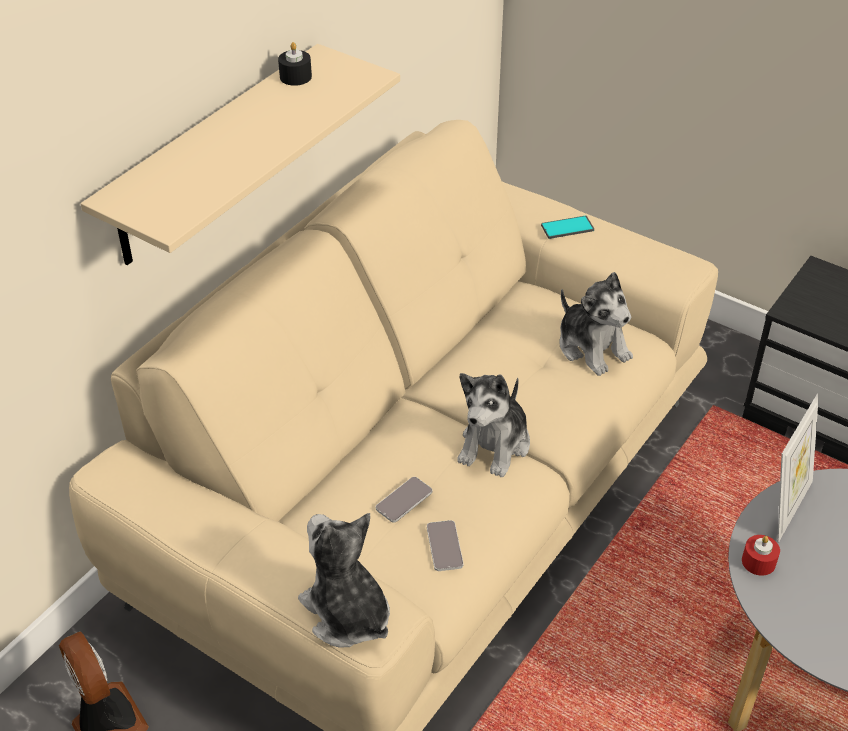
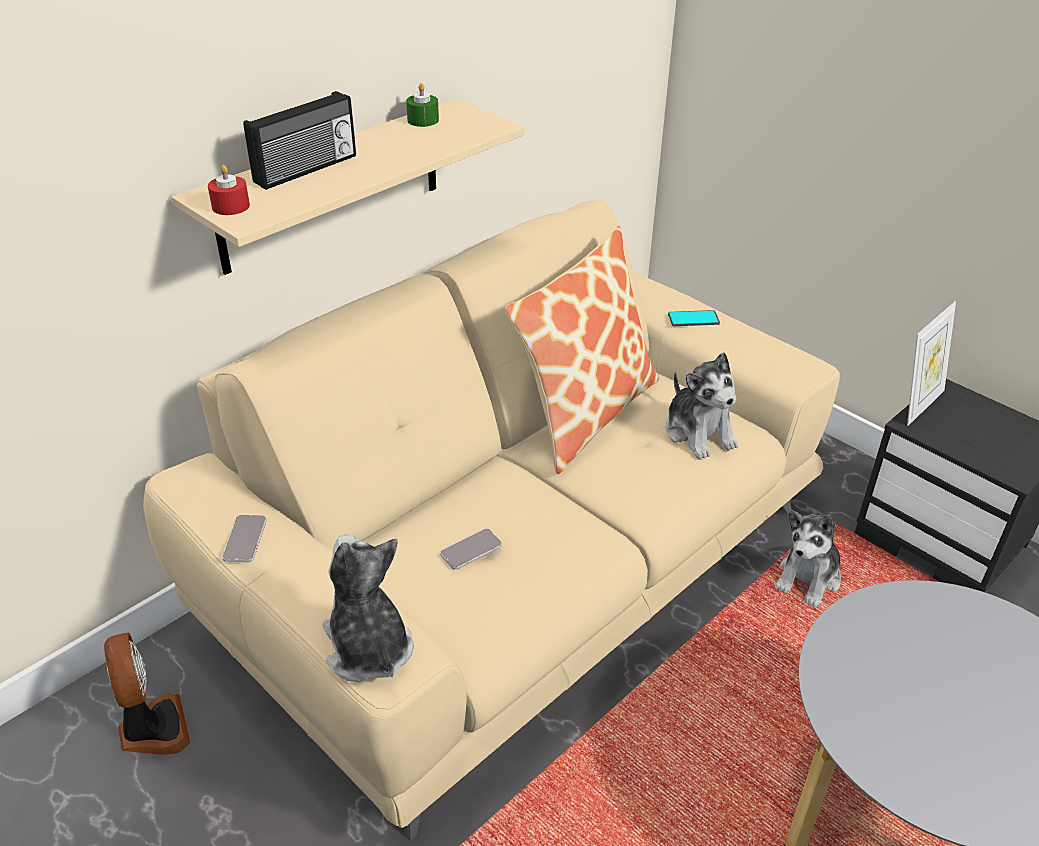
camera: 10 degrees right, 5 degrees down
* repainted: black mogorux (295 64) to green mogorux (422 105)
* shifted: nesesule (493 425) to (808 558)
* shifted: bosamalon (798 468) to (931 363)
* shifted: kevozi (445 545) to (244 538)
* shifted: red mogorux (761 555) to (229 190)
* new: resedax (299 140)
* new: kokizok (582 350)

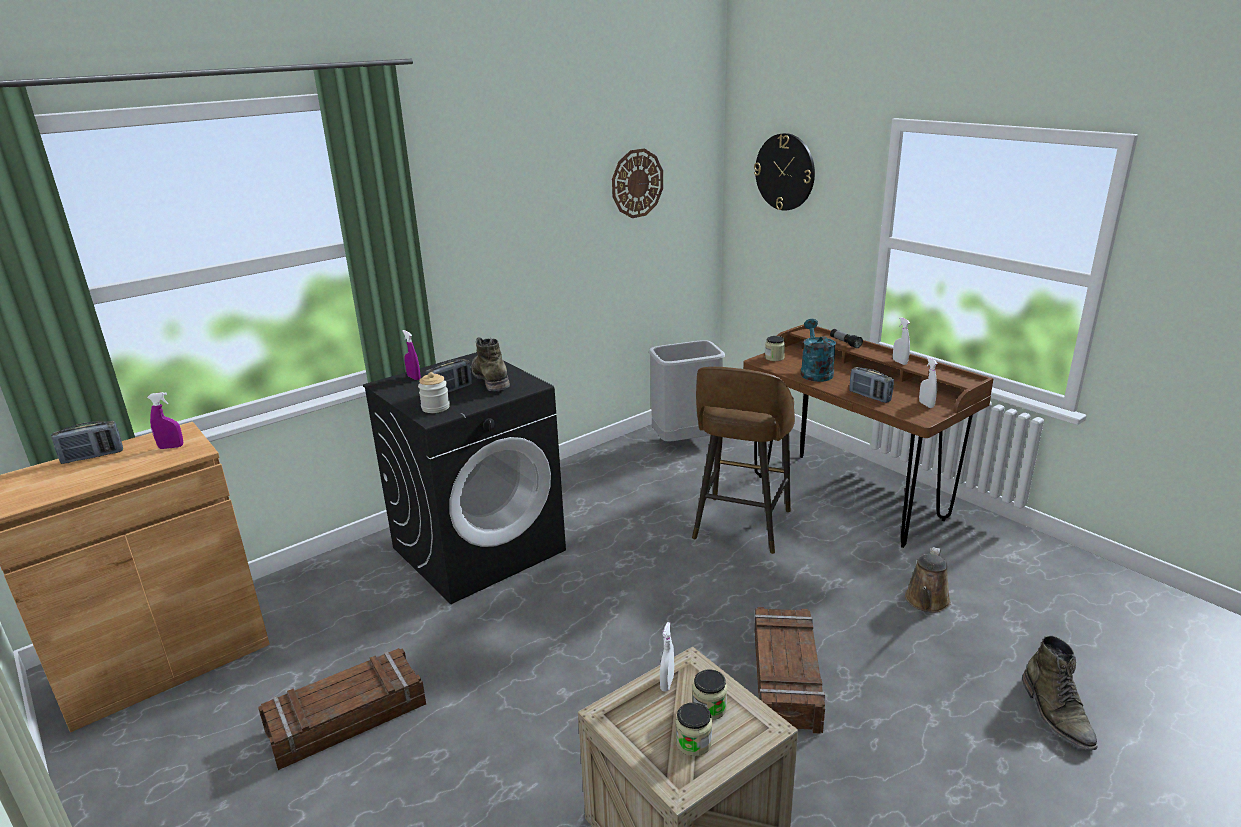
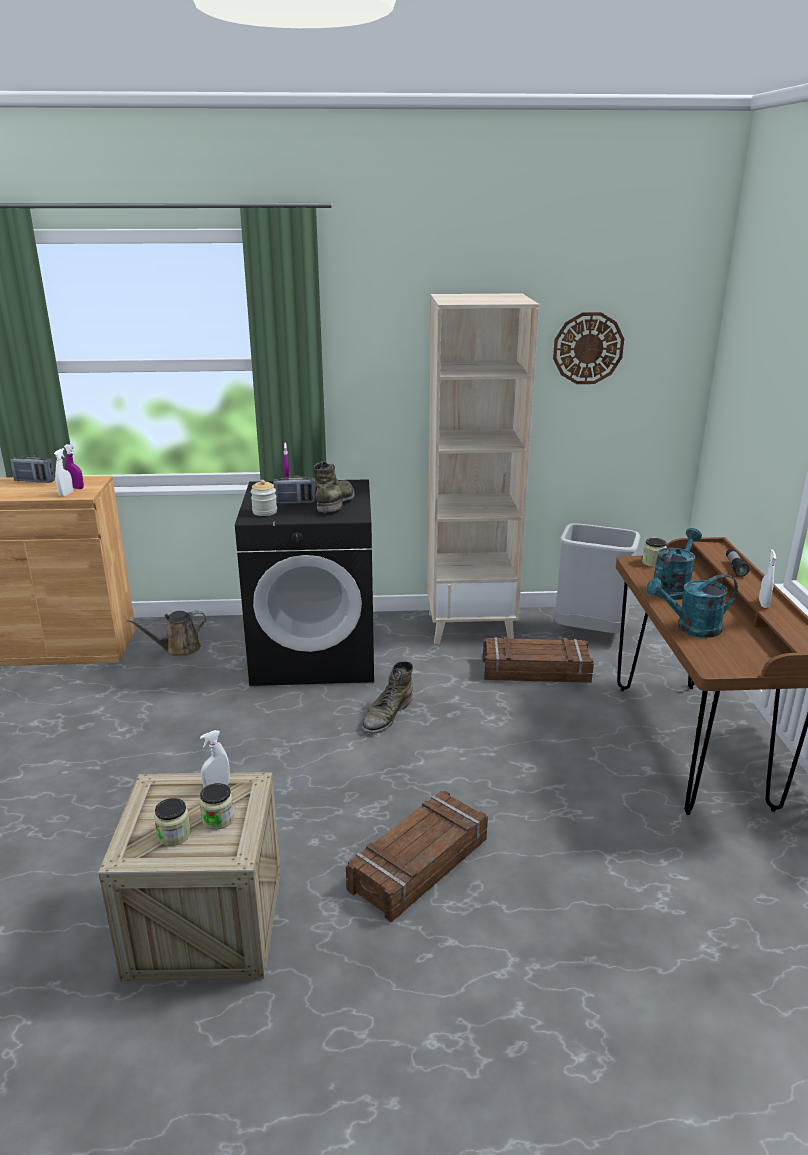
camera: 35 degrees right, 0 degrees up
* gone: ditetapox (784 172)
* shifted: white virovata (928 382) to (63 472)
* gone: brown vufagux (743 460)
* swapped: resedax (871 385) to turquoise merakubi (692 606)
* shifted: brown merakubi (928 579) to (166 633)
* shifted: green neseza (1060 692) to (387 697)
* shifted: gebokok (342 709) to (538 660)
* new: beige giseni (483 468)

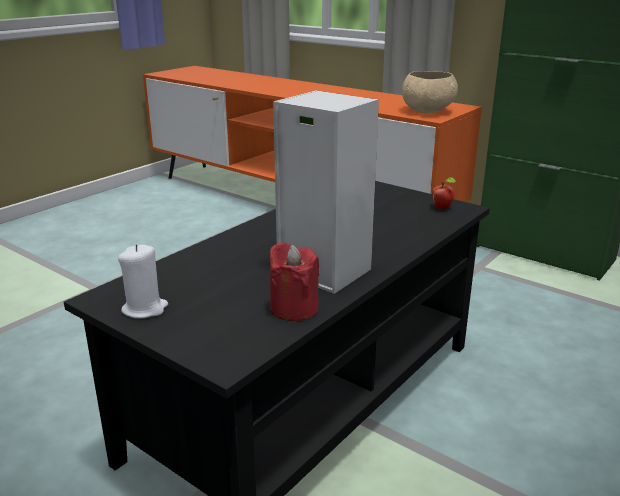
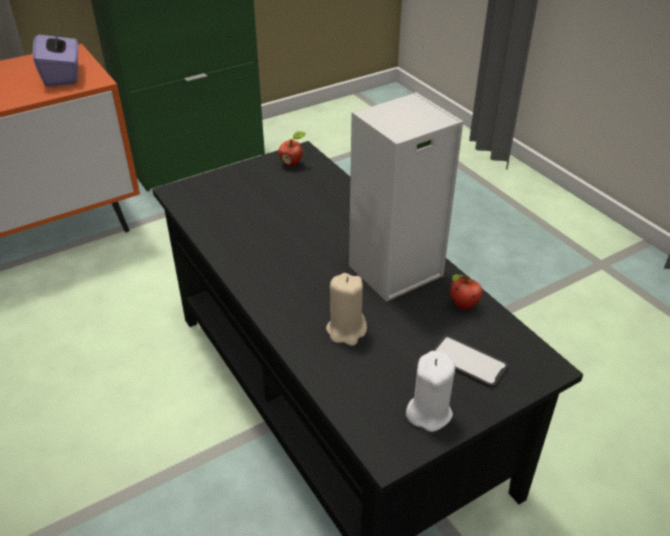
camera: 70 degrees left, 15 degrees up
* swapped: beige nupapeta (430 92) to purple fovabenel (55 56)
* swapped: red mogorux (294 281) to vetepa (466 292)
* new: beige mogorux (346 309)
* new: kevozi (470 361)

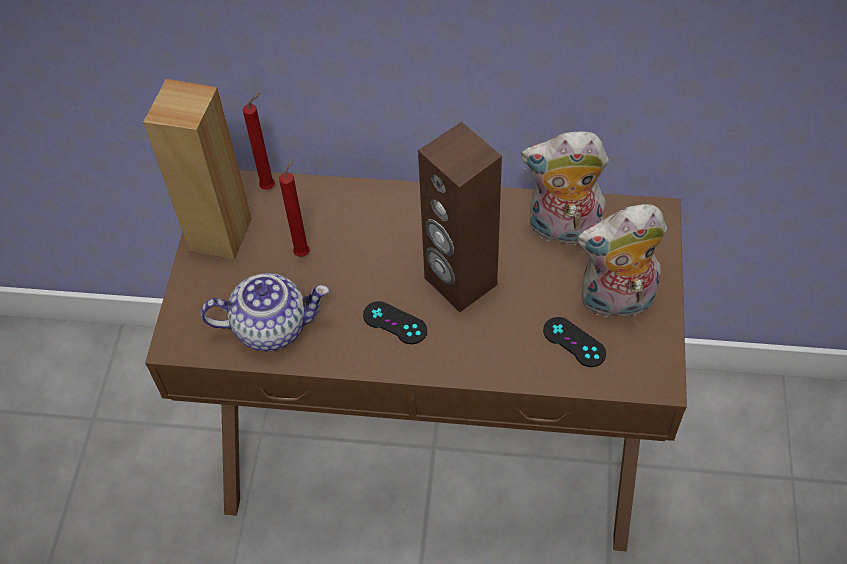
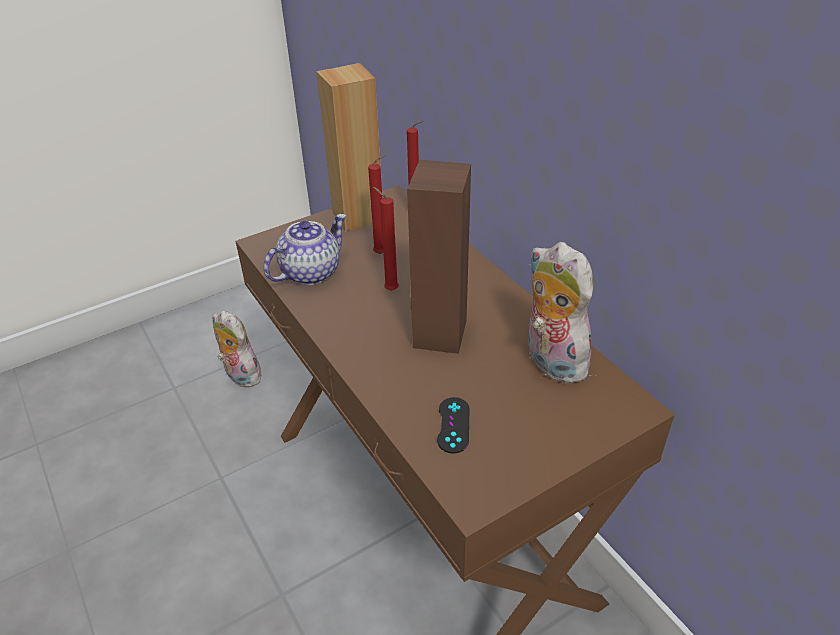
camera: 50 degrees right, 15 degrees down
* shifted: nesesule (622 262) to (237 349)
* rotated: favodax (264 312) = (304 249) 90 degrees counterclockwise
* gone: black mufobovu (395 322)
* new: red mogorux (386 239)

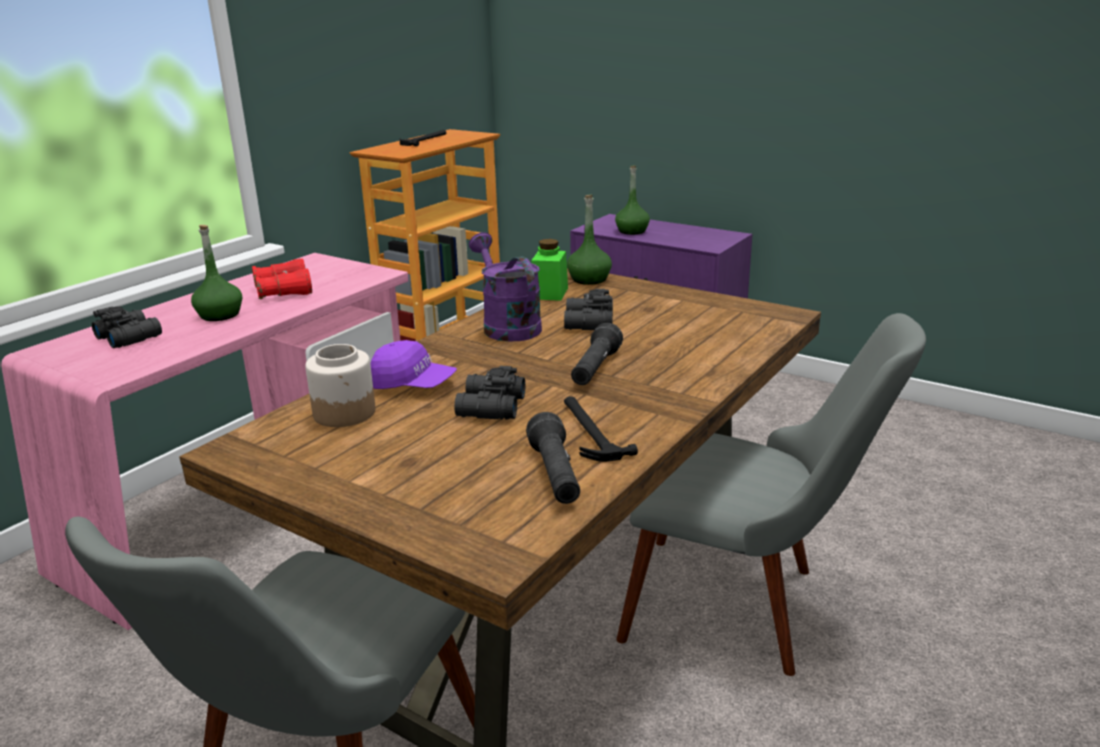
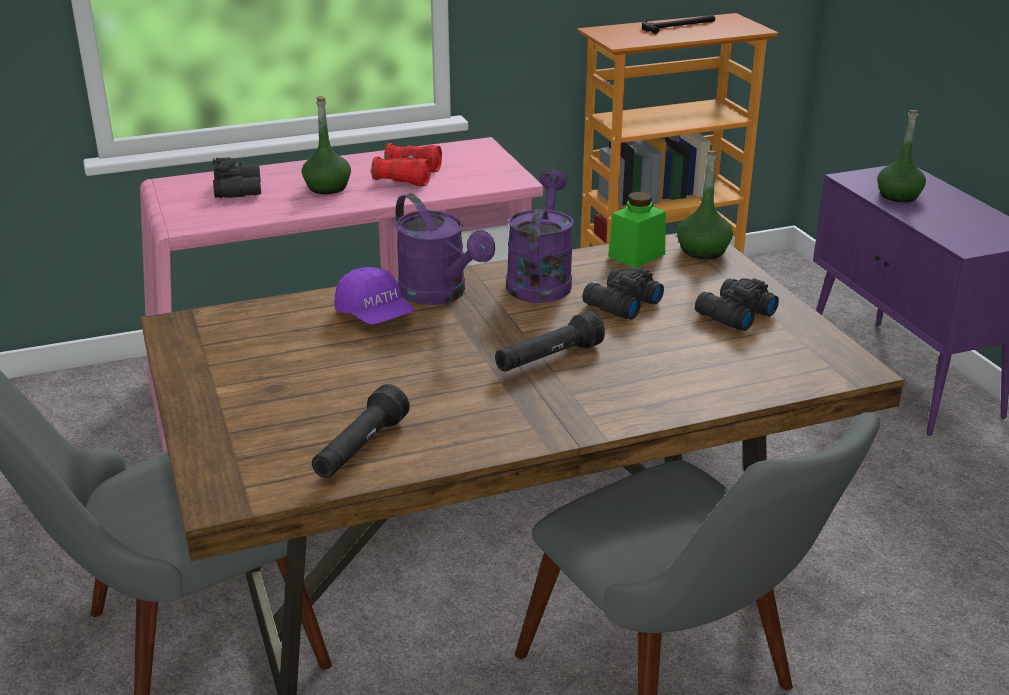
camera: 35 degrees right, 5 degrees up
* gone: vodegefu (340 385)
* shifted: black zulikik (489 393) to (737 304)
* gone: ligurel (601 429)
* new: purple merakubi (445 249)

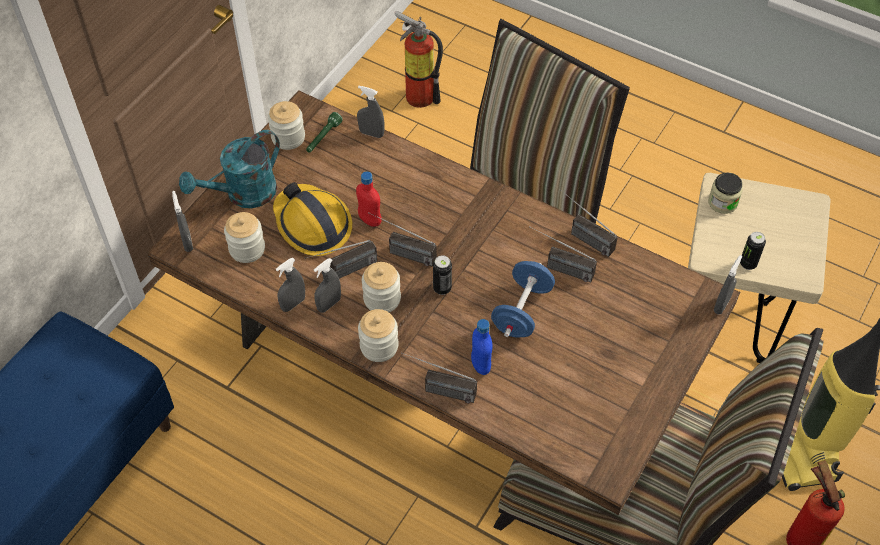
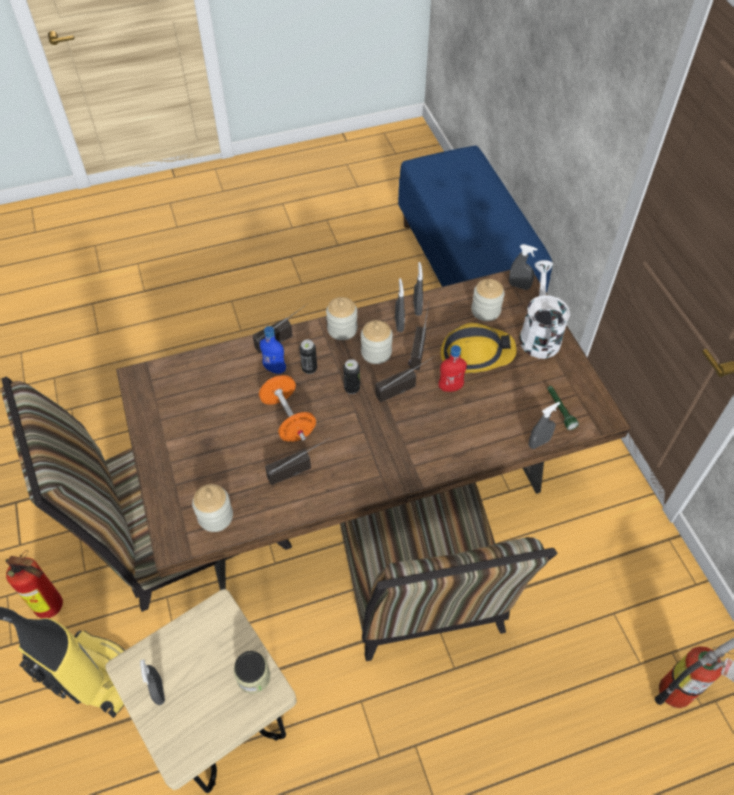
camera: 130 degrees right, 0 degrees up
* shifted: vodegefu (286 125) to (212 508)
* repainted: turquoise merakubi (229 169) to white merakubi (544 309)
* gone: resedax (589 223)
* shifted: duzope (753 251) to (308 357)
* shifted: grey virovata (728 284) to (152 682)
* repainted: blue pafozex (523 299) to orange pafozex (287 408)

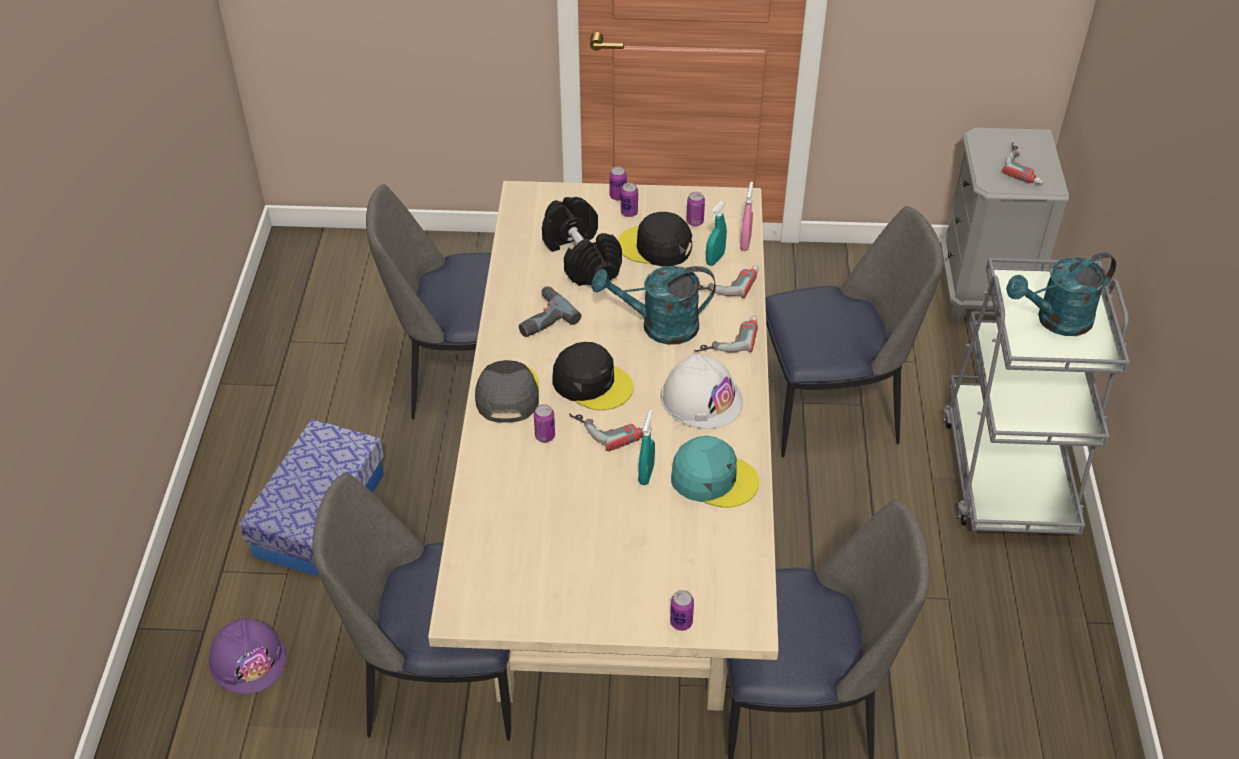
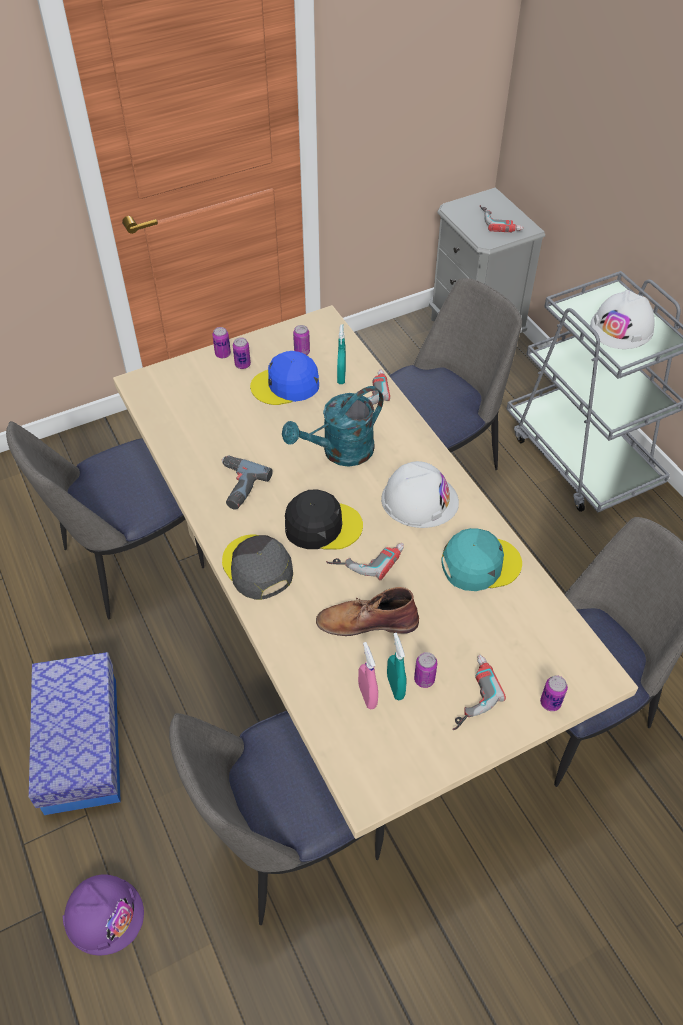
camera: 30 degrees left, 5 degrees up
* shifted: pink virovata (746 216) to (368 675)
* gone: black pafozex (582 241)
* repainted: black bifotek (655 239) to blue bifotek (284 378)
* swapped: turquoise merakubi (1061 294) to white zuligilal (622 319)
* shifted: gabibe (726 333) to (479 692)
* shifted: duzope (544 423) to (425 670)
* shifted: turquoise virovata (646 447) to (397 666)
* new: brown neseza (367 611)

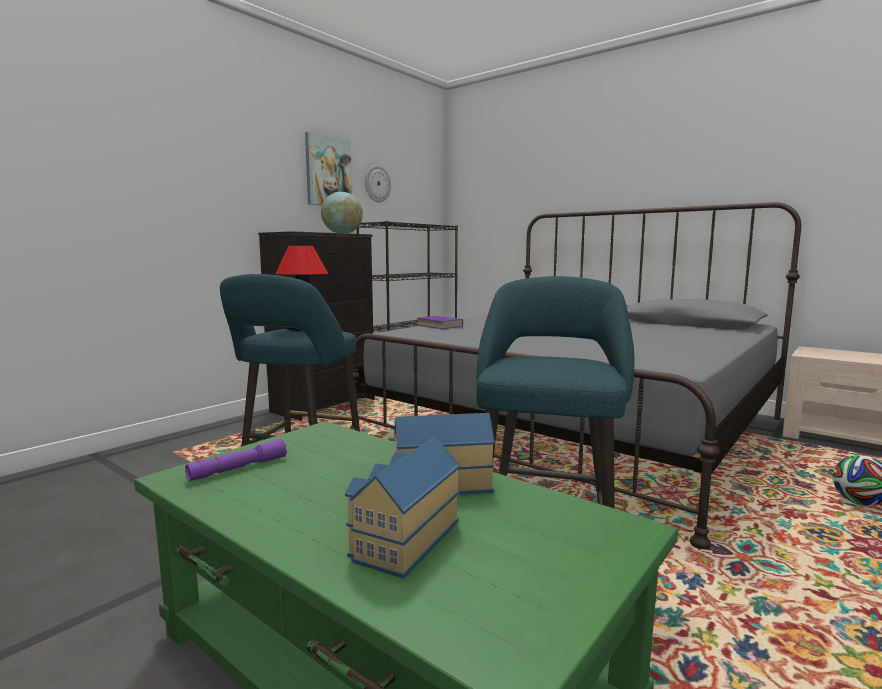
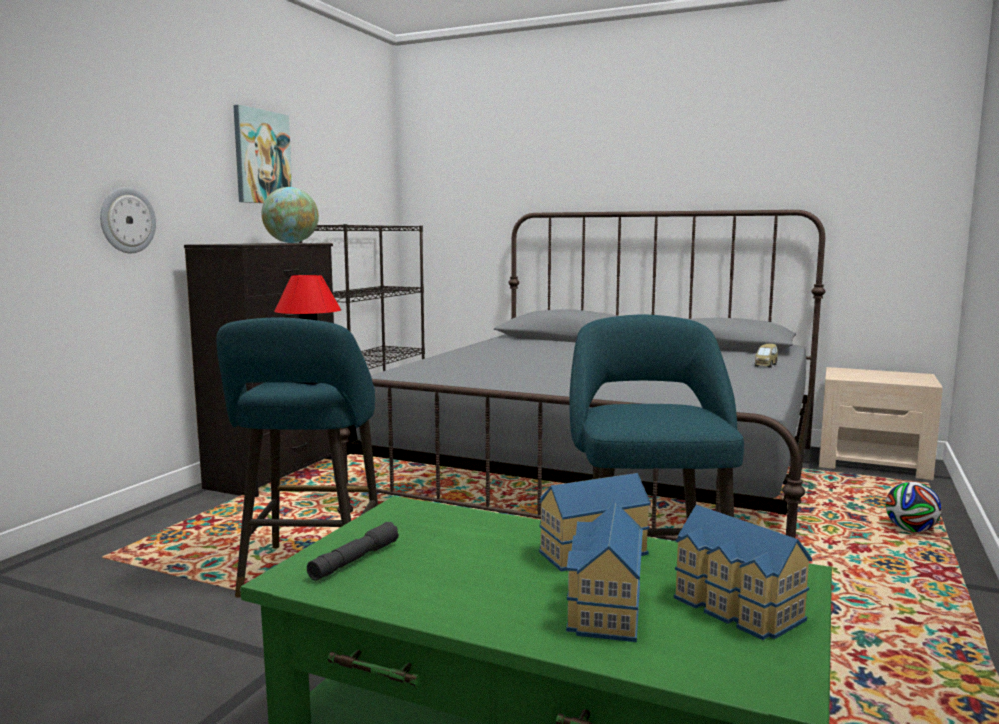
camera: 15 degrees left, 0 degrees up
* shifted: ditetapox (378 183) to (128 220)
* gone: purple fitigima (440 322)
* repainted: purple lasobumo (236 460) to grey lasobumo (353 551)
* new: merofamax (766 356)
* new: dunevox (743 572)

